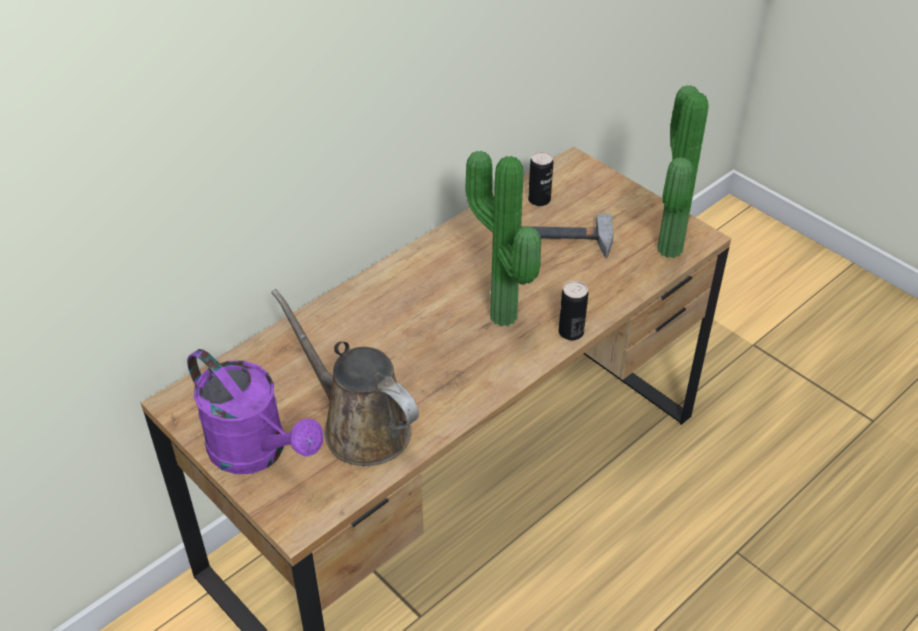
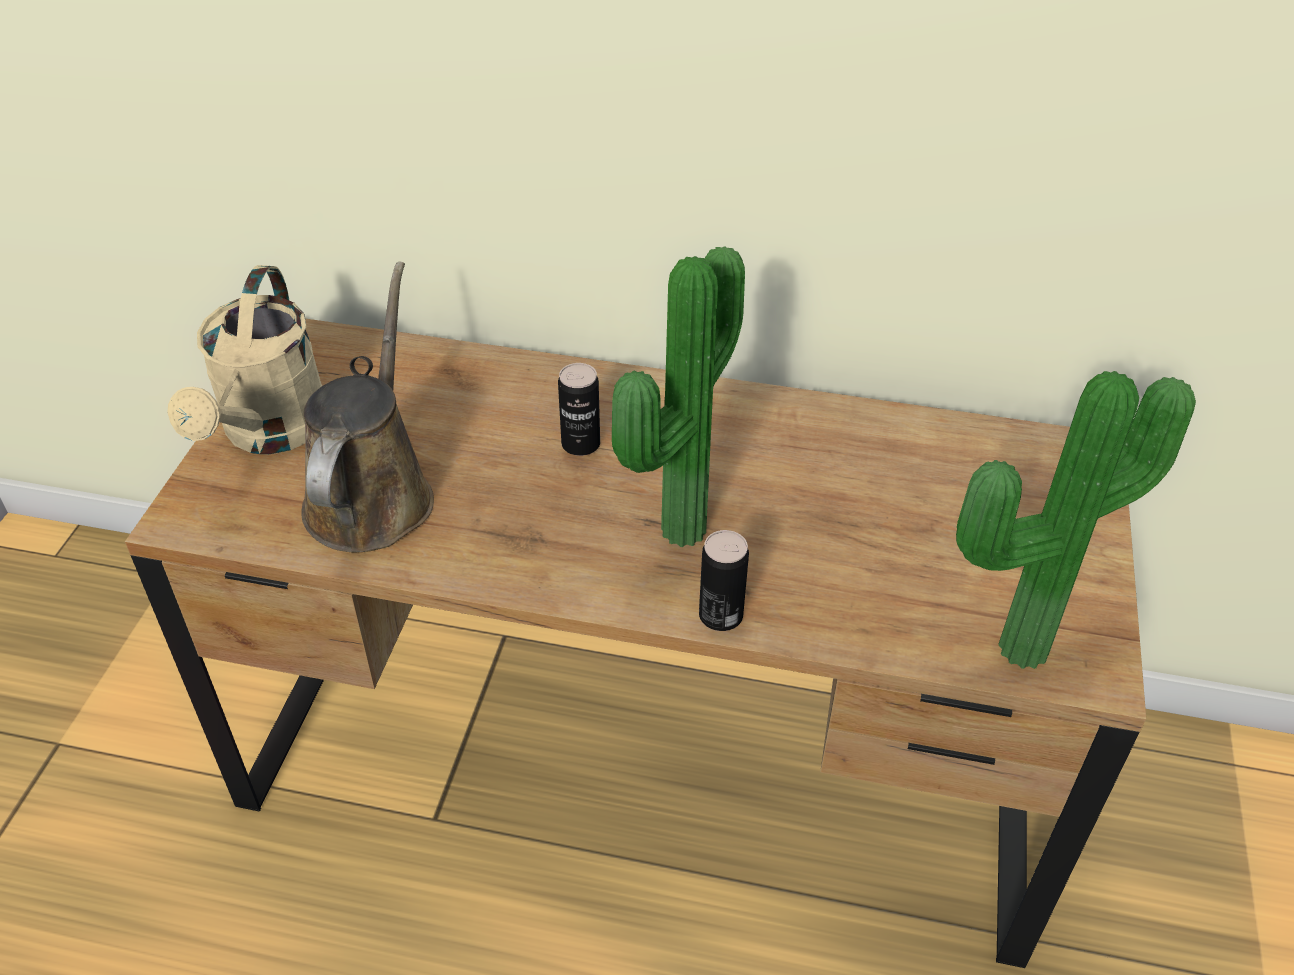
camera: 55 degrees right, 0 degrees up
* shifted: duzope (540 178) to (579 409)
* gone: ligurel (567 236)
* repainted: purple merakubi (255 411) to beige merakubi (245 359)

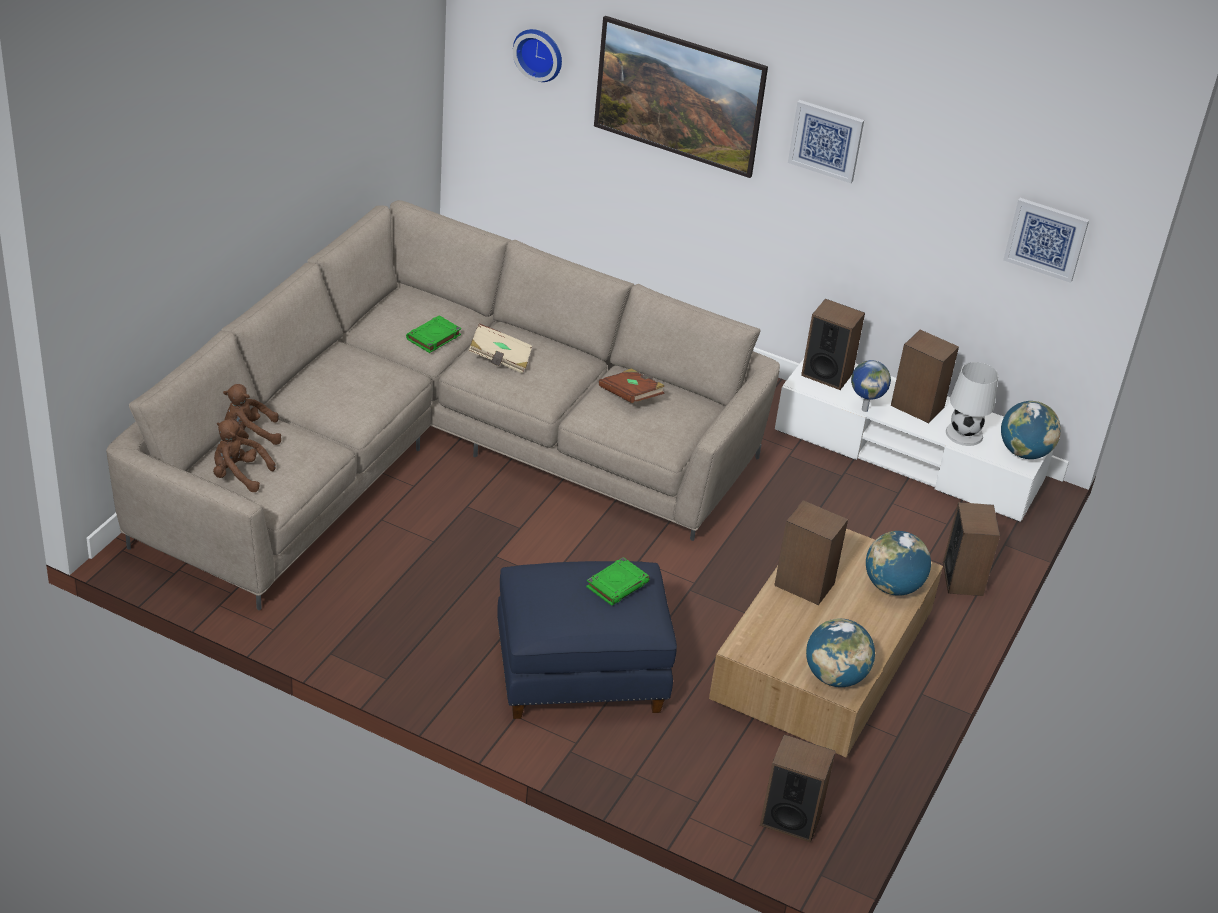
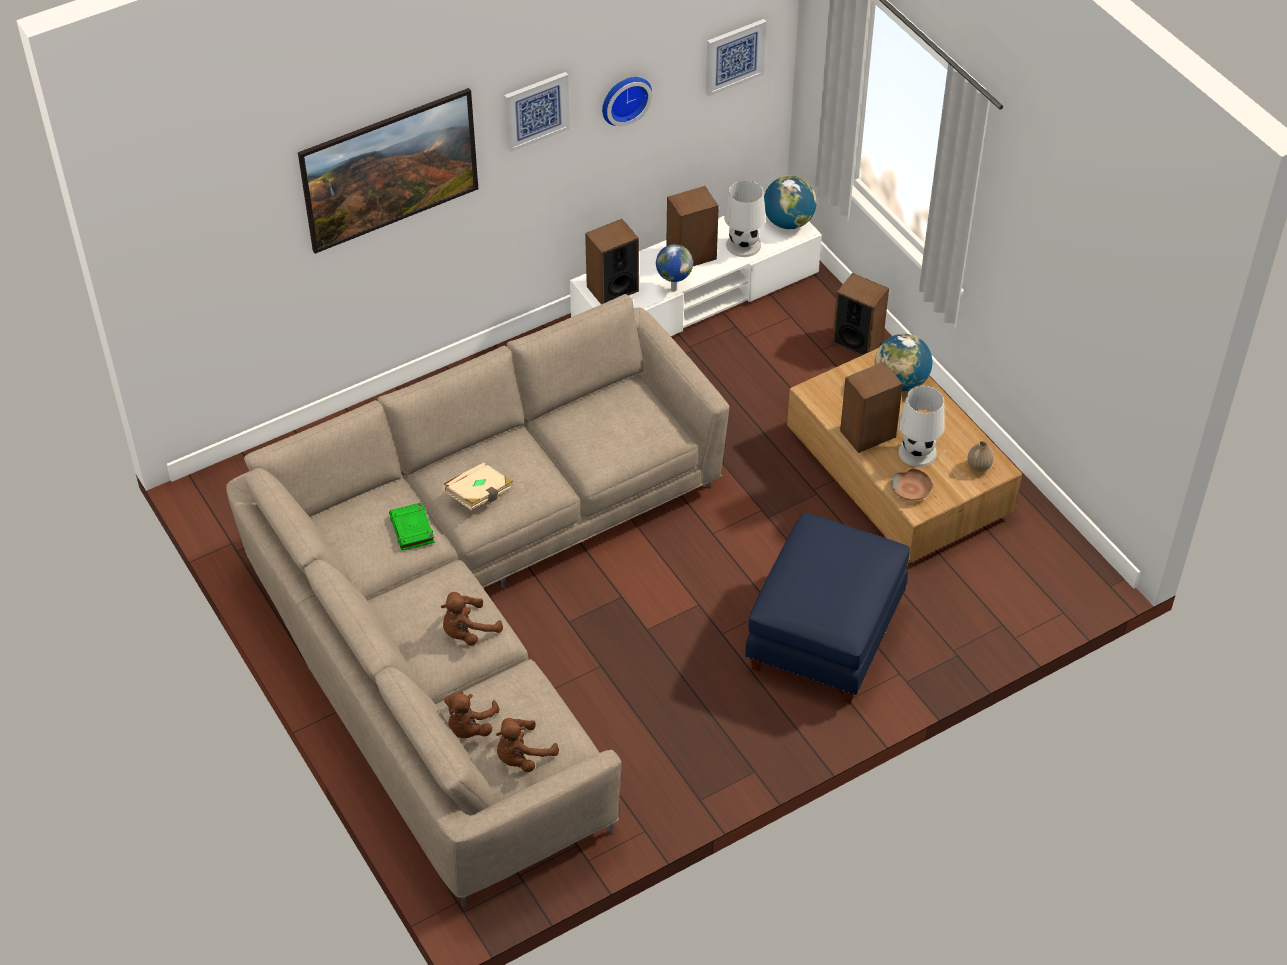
camera: 55 degrees left, 10 degrees up
* shifted: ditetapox (537 55) to (627 101)
* gone: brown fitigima (631 385)
* gone: green fitigima (618 581)
* swapped: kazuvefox (840 653) to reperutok (980 456)
* gone: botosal (798 789)
* new: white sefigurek (922 426)
* new: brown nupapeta (911 484)
* new: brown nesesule (472 619)

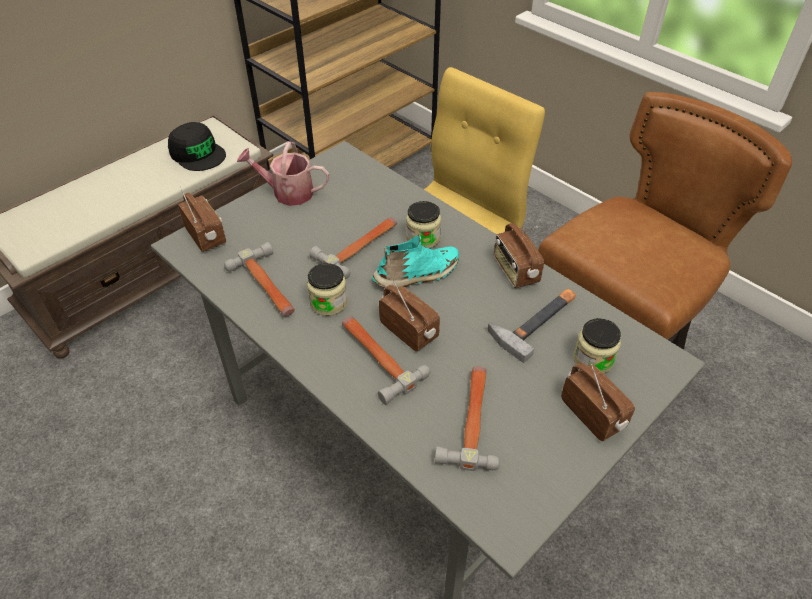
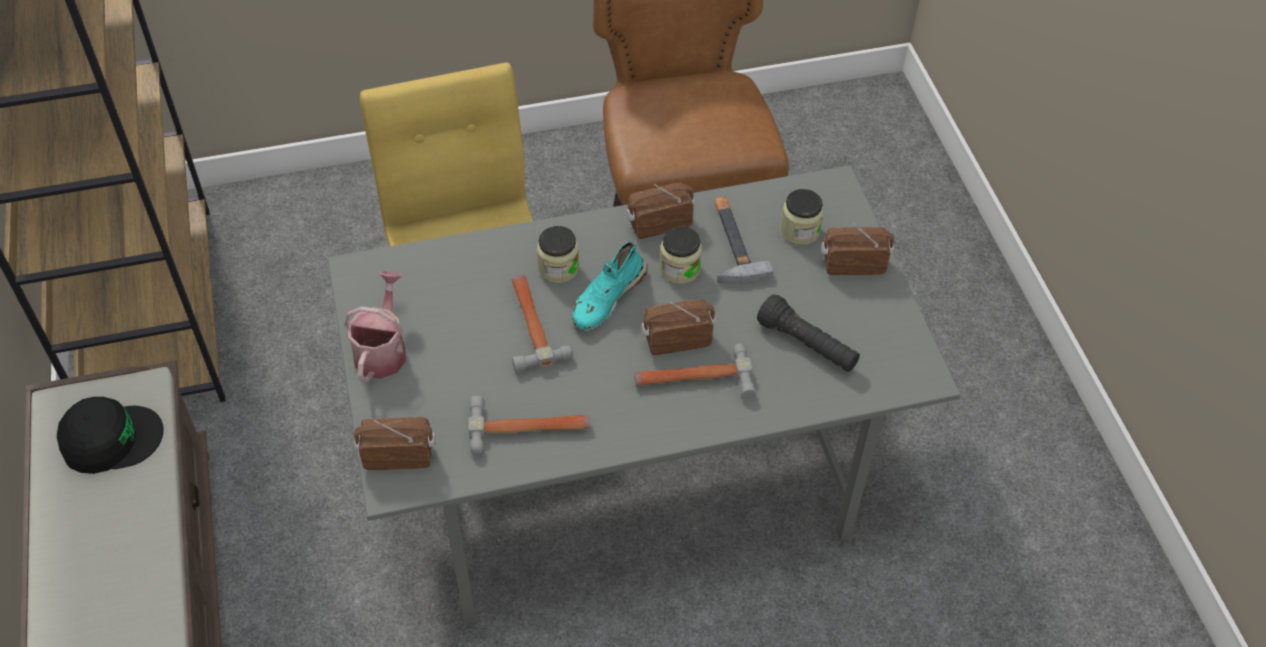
camera: 60 degrees left, 5 degrees up
* rotated: merakubi (283 173) = (375 327) 150 degrees clockwise
* rotated: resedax (519 255) = (661 210) 150 degrees clockwise
* rotated: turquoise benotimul (415 261) = (610 286) 150 degrees counterclockwise
* shifted: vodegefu (327 289) to (681 255)
* swapped: ligurel (467 419) to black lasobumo (808 333)

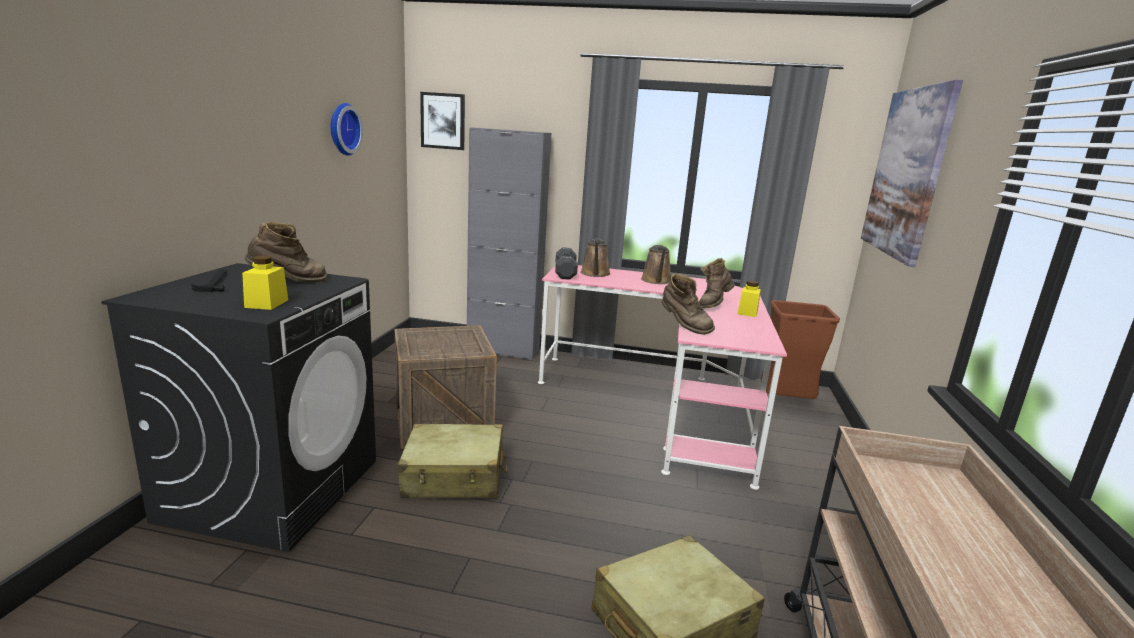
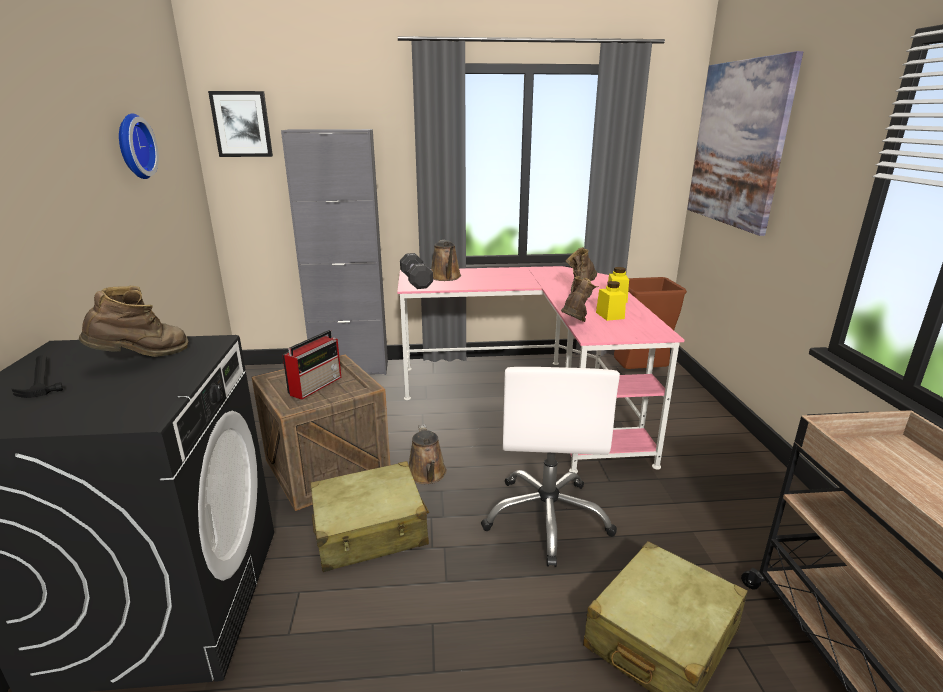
camera: 15 degrees left, 5 degrees up
* shifted: brown merakubi (656 264) to (428 454)
* shifted: yellow vodegefu (265 283) to (611 301)
* rotated: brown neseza (688 304) = (580 299) 105 degrees counterclockwise
* new: resedax (311 365)
* new: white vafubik (550 467)

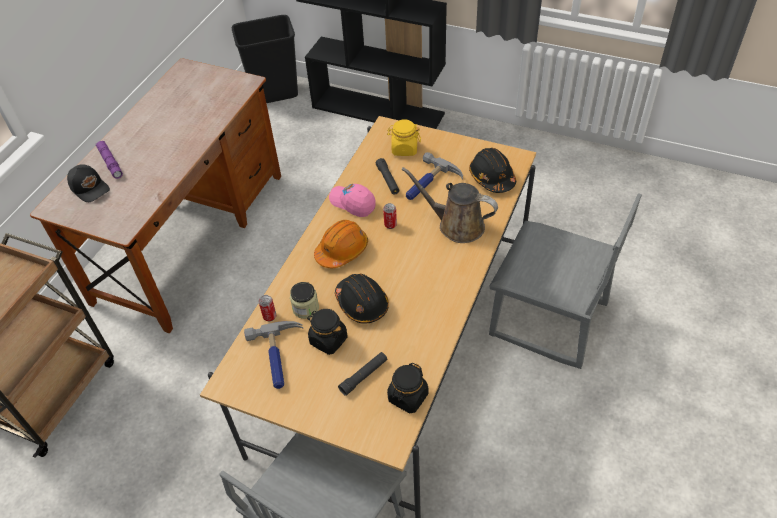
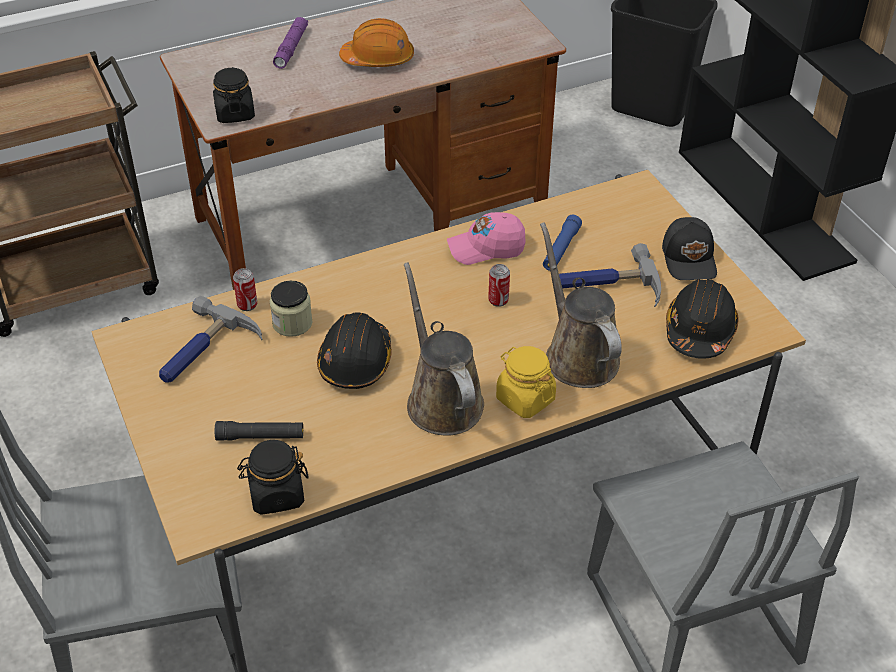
camera: 40 degrees right, 5 degrees down
* shifted: yellow vodegefu (404 137) to (526 382)
* repainted: black lasobumo (387 176) to blue lasobumo (562 243)
* shifted: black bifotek (88 183) to (689 248)
* rotated: pink bifotek (352 200) = (486 238) 90 degrees counterclockwise
* shifted: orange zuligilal (341 244) to (376 42)
* shifted: black vodegefu (327 332) to (234 95)
* new: brown merakubi (444 349)

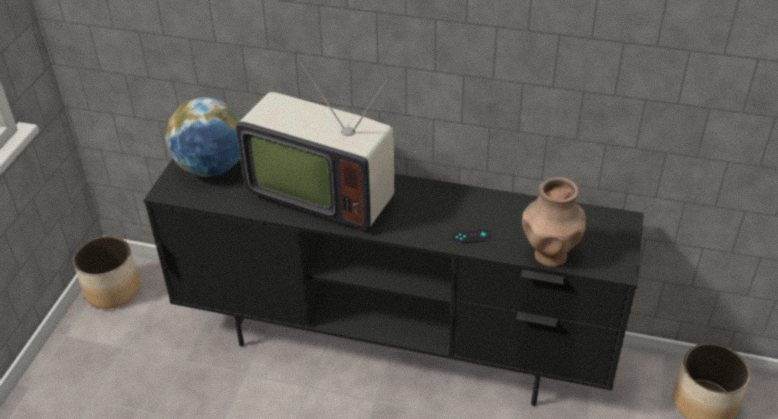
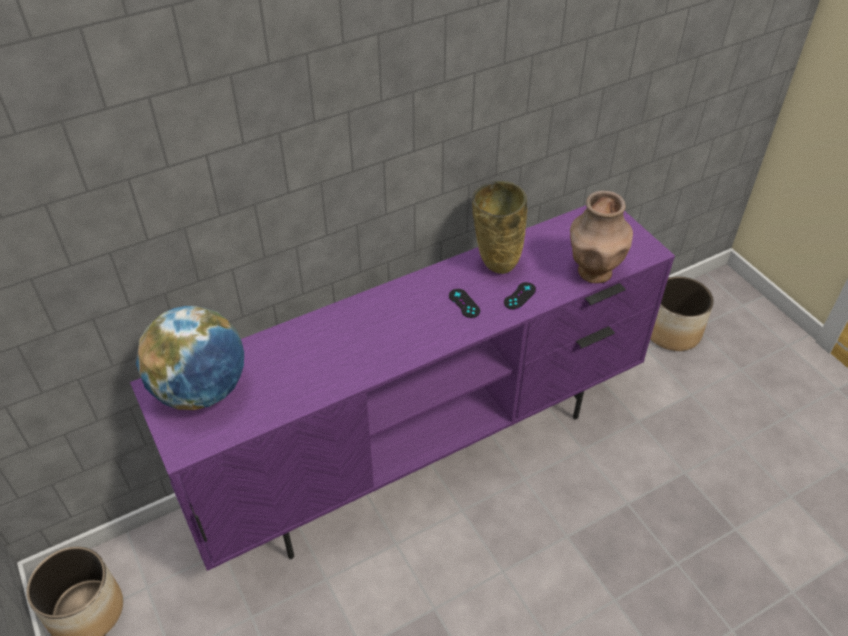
camera: 45 degrees left, 5 degrees up
* gone: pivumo (315 146)
* repainted: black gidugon (394 282) to purple gidugon (402 388)
* new: beige reperutok (499 227)
* new: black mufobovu (464 303)

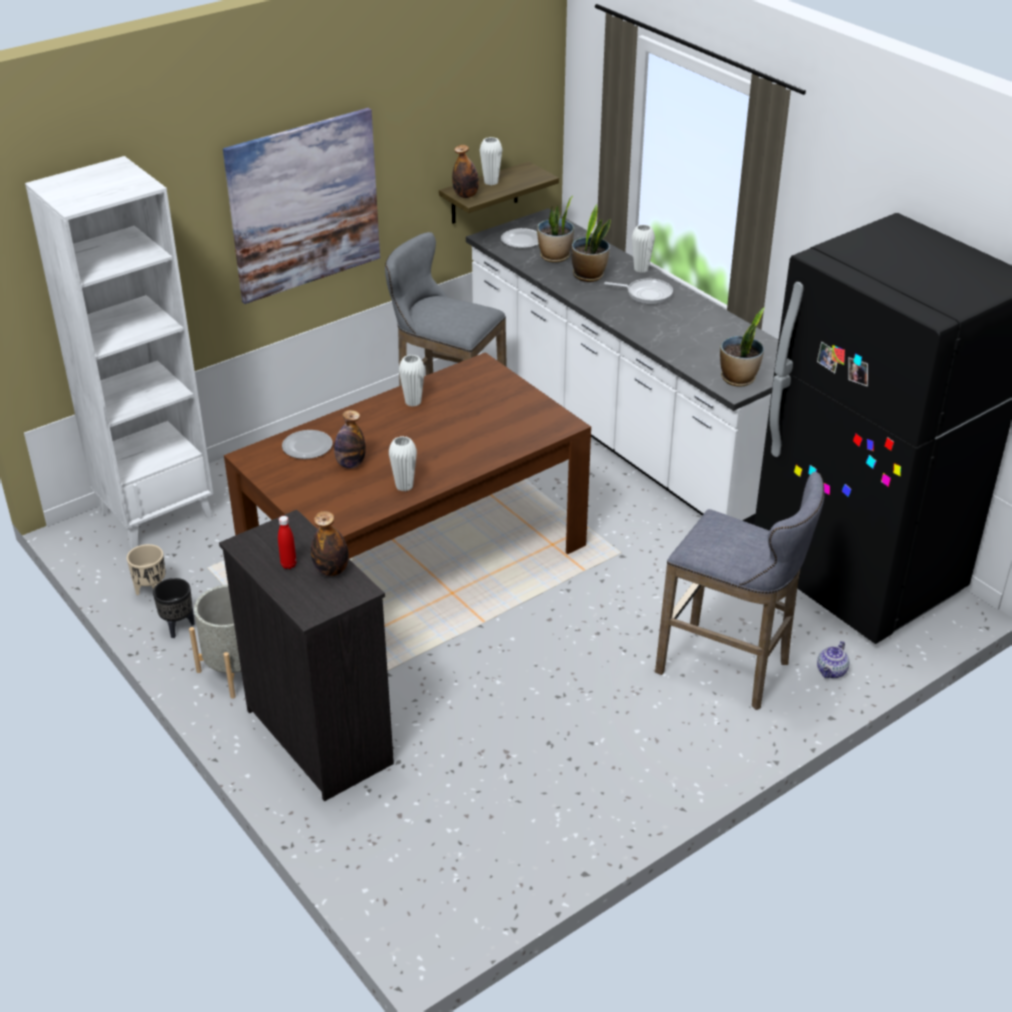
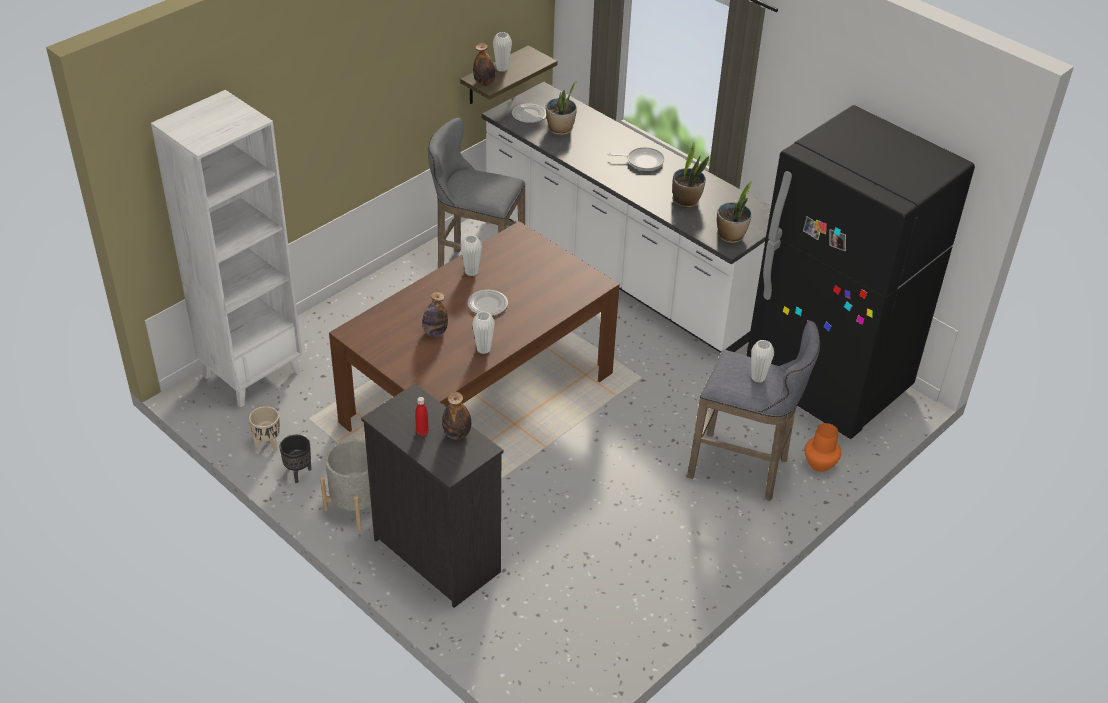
camera: 10 degrees left, 5 degrees up
* gone: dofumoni (301 206)
* shifted: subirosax (591 243) to (690 175)
* shifted: white reperutok (643 248) to (762 361)
* shifted: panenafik (307 444) to (487 303)
* swapped: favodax (833 659) to orange reperutok (823 447)

